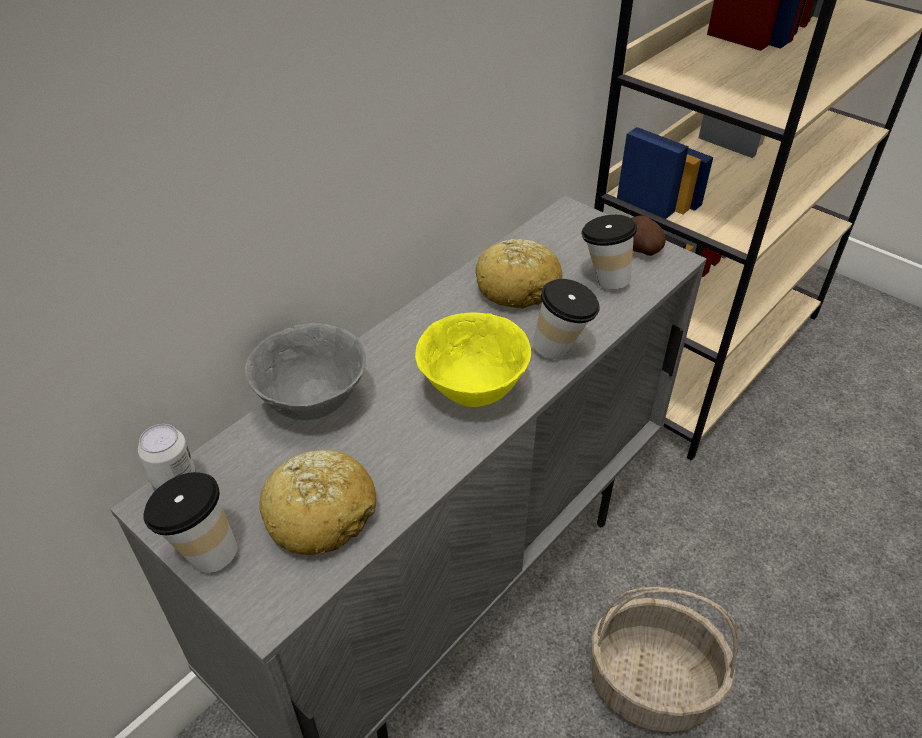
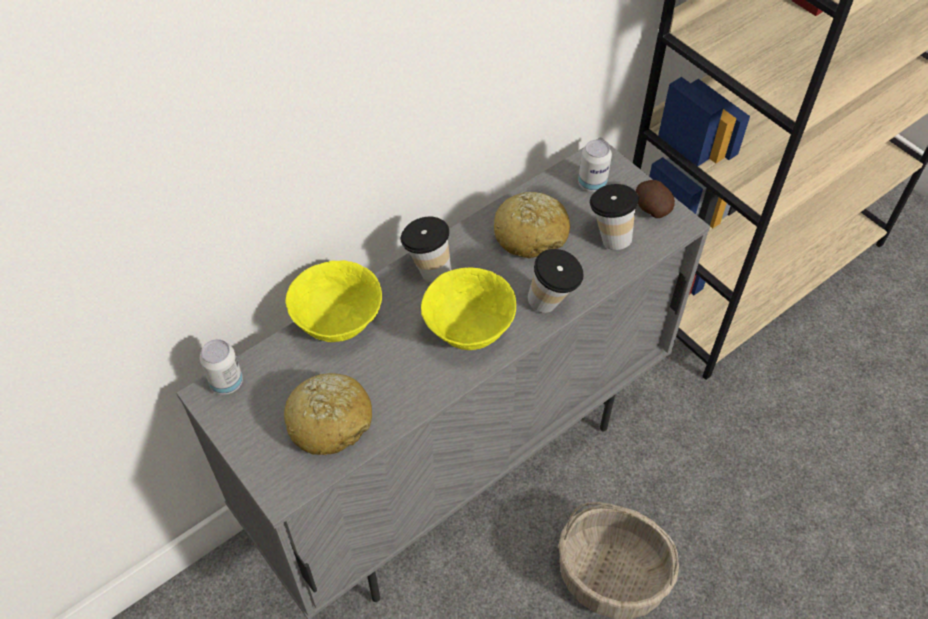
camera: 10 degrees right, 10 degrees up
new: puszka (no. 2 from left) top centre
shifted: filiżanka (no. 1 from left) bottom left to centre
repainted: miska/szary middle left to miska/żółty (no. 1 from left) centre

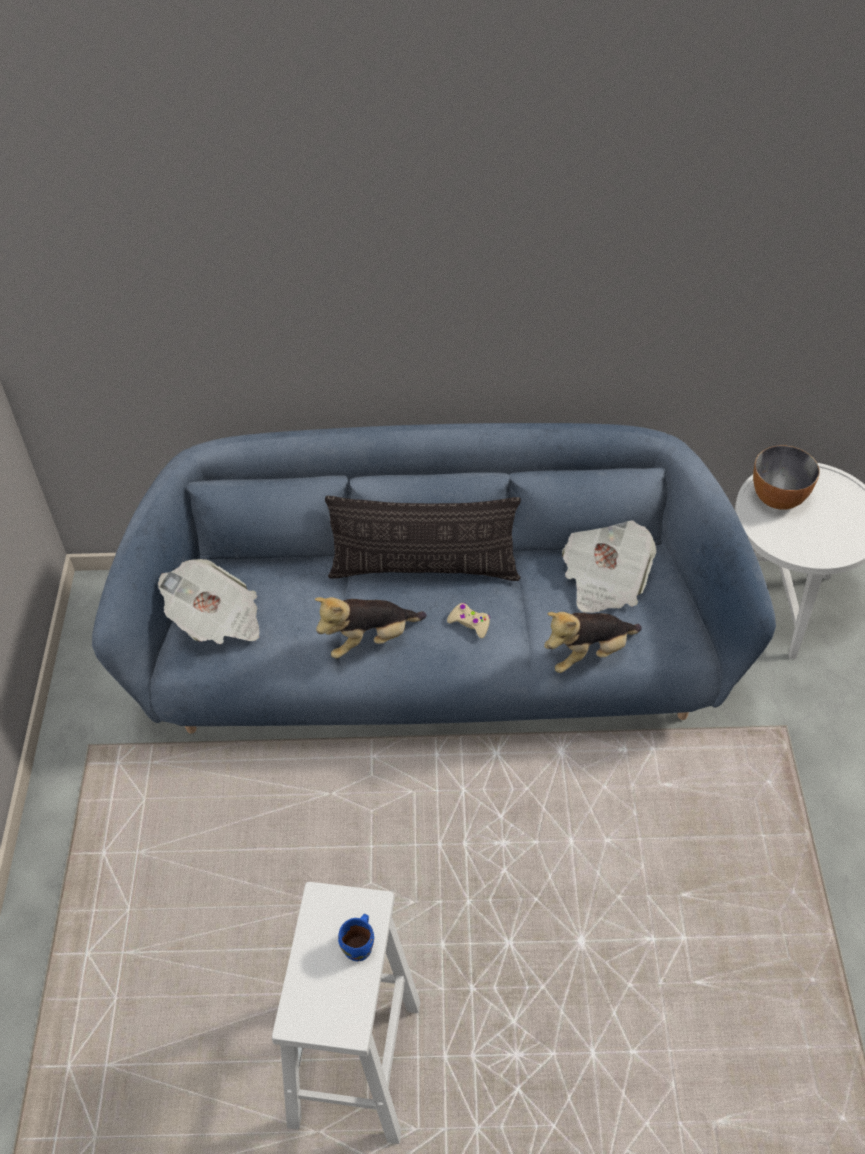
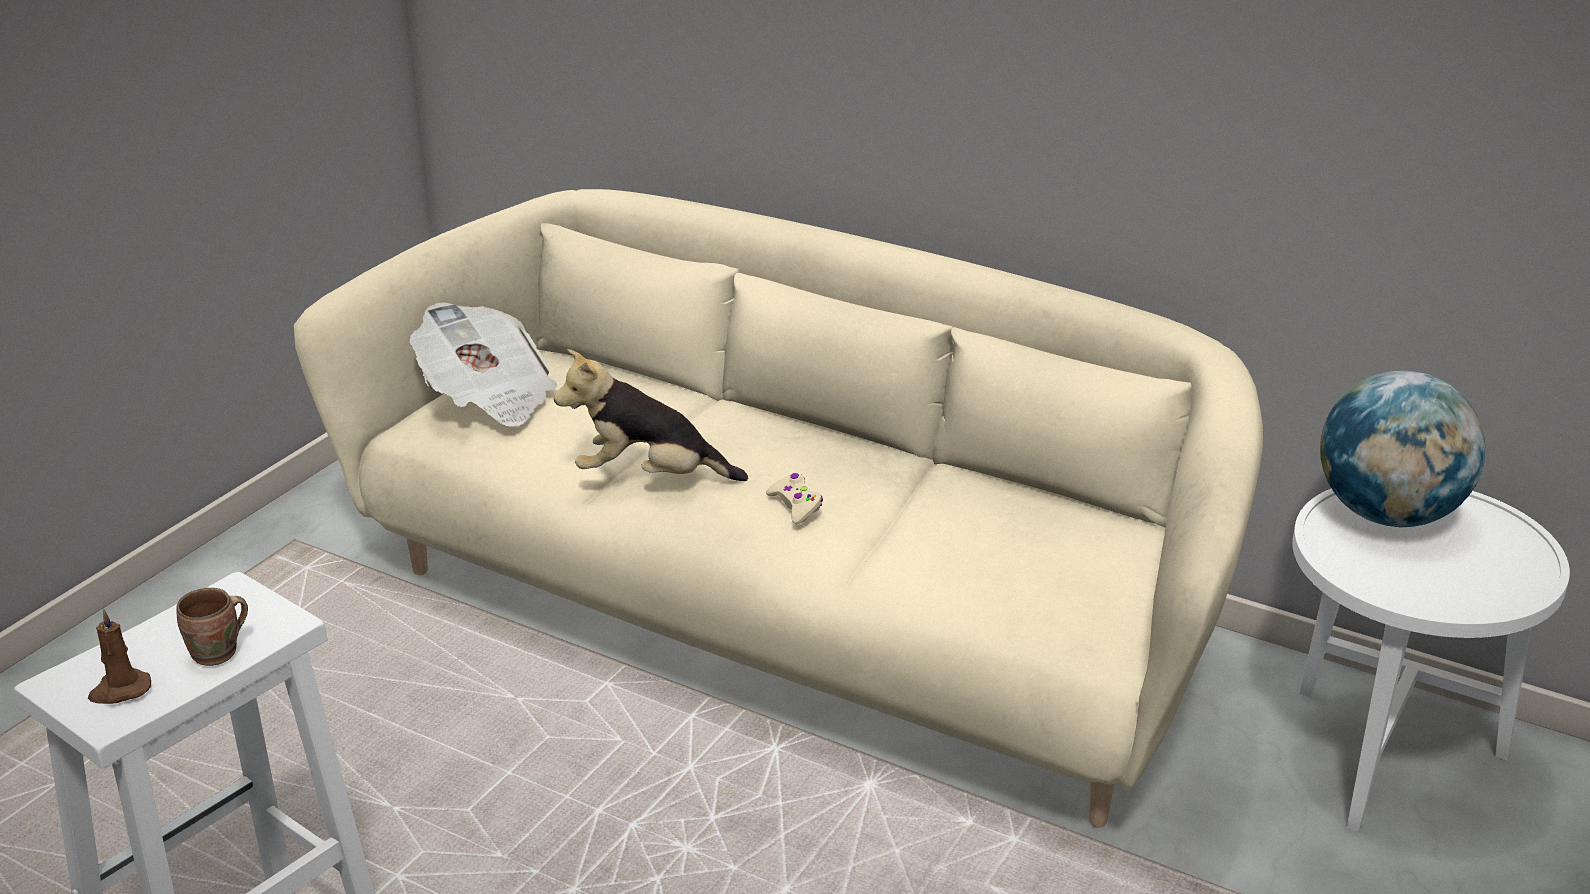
camera: 30 degrees right, 20 degrees down
gone: poduszka centre; pluszak (no. 2 from left) middle right; gazeta (no. 2 from left) middle right
new: świeca/brązowy bottom left
swapped: miska middle right to globus middle right
repainted: kanapa/niebieski centre to kanapa/beżowy centre; kubek/niebieski bottom centre to kubek/brązowy bottom left

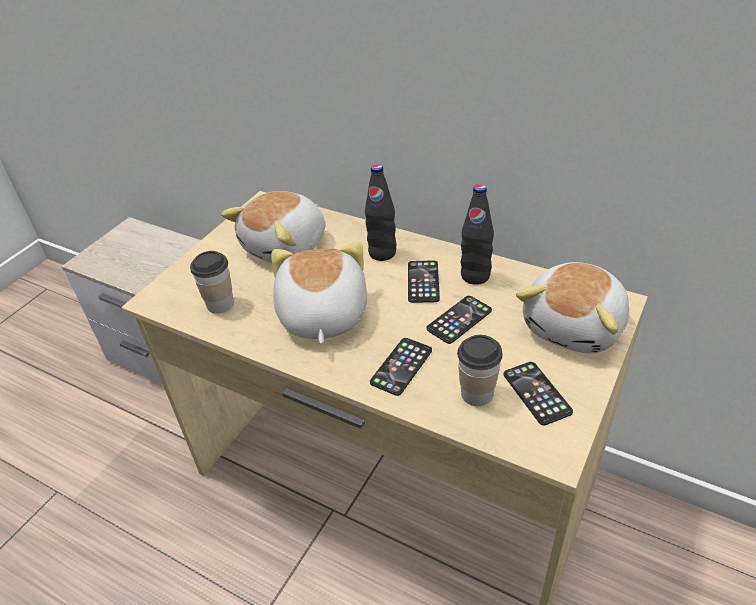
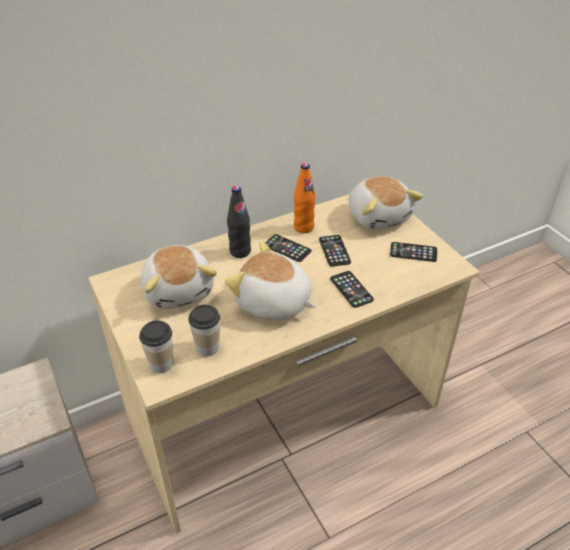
camera: 60 degrees left, 0 degrees up
shifted: filiżanka (no. 2 from left in the first image) centre to filiżanka (no. 1 from left) middle left
repainted: butelka/czarny (no. 2 from left) centre to butelka/pomarańczowy centre

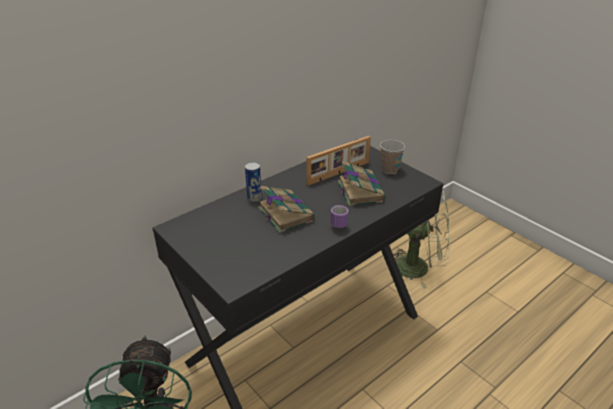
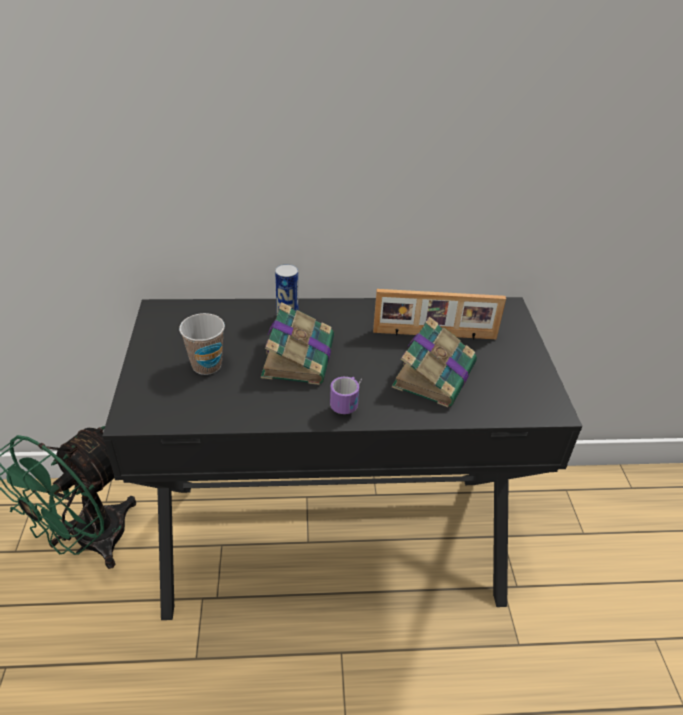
camera: 35 degrees right, 5 degrees up
gone: wentylator/zielony (no. 2 from left) middle right
shifted: filiżanka centre to middle left

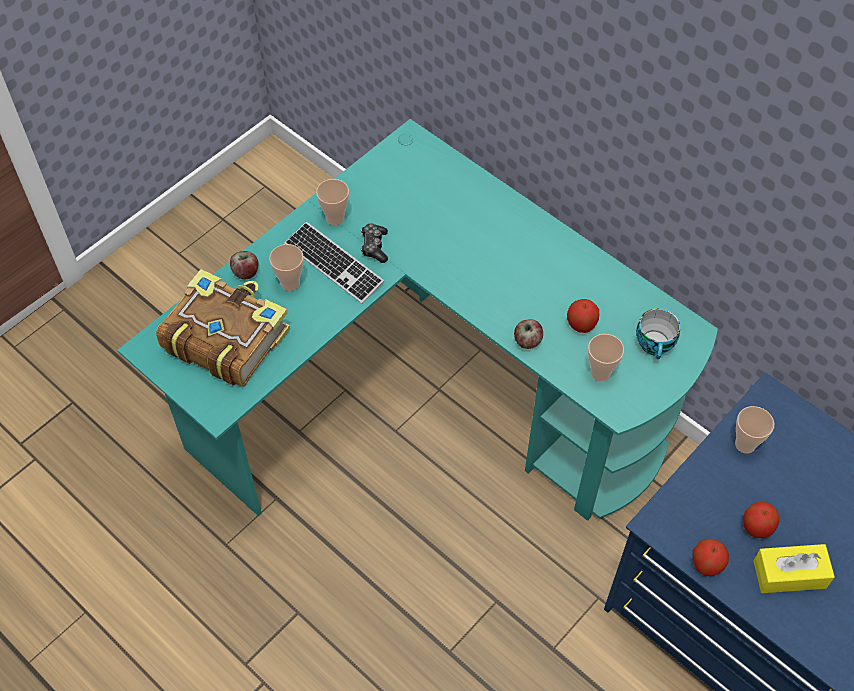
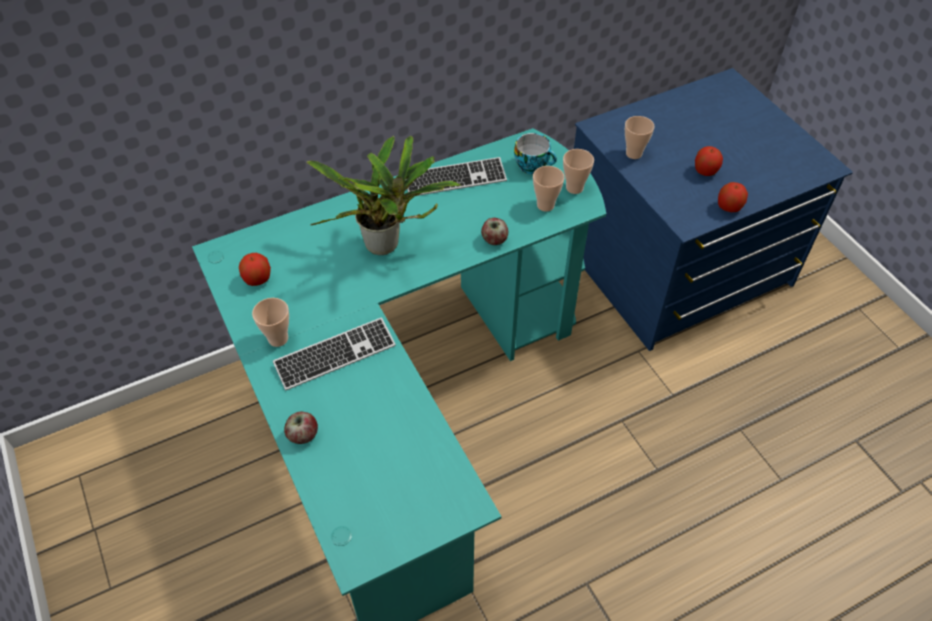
camera: 70 degrees left, 5 degrees down
gone: książka middle left; pad do gier centre; pudełko chusteczek/żółty bottom right
new: roślina doniczkowa top centre; klawiatura (no. 2 from left) top centre
shifted: filiżanka (no. 1 from left in the first image) centre to filiżanka (no. 4 from left) top centre; jabłko (no. 3 from left in the first image) middle right to jabłko (no. 1 from left) middle left

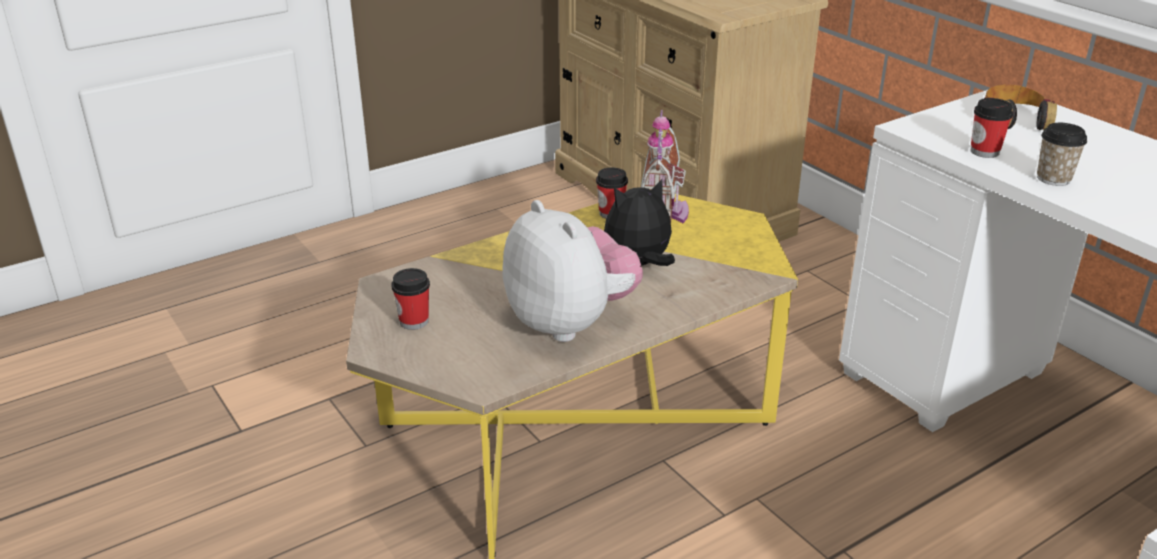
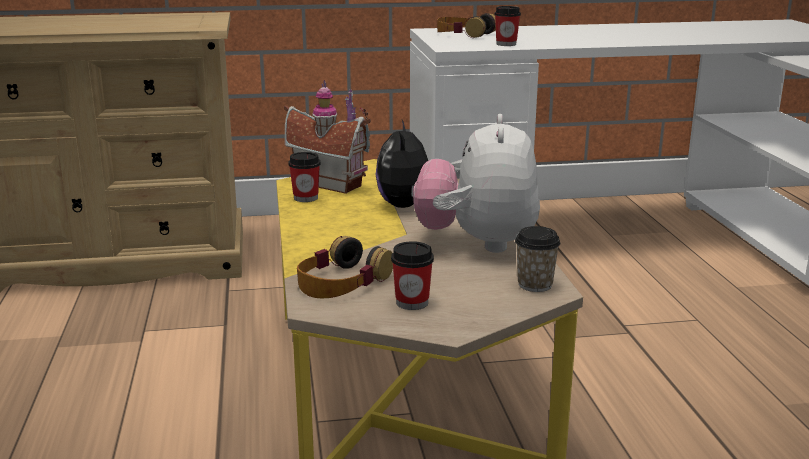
camera: 65 degrees left, 10 degrees down
new: słuchawki (no. 1 from left) centre
shifted: filiżanka (no. 4 from left) top right to centre
rotated: pluszak (no. 1 from left in the first image) centre = centre 75 degrees counterclockwise

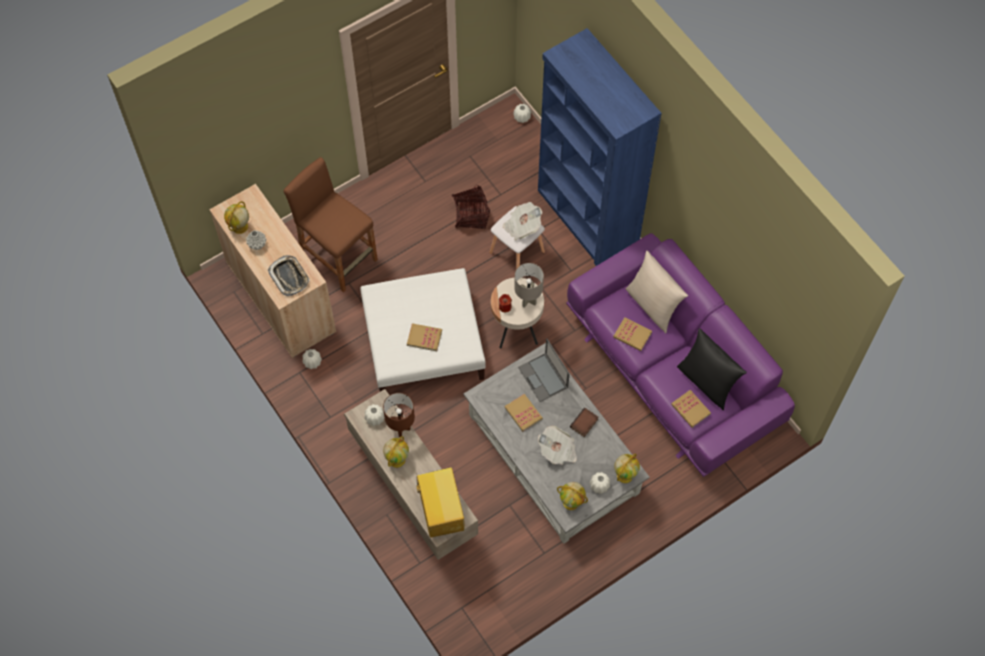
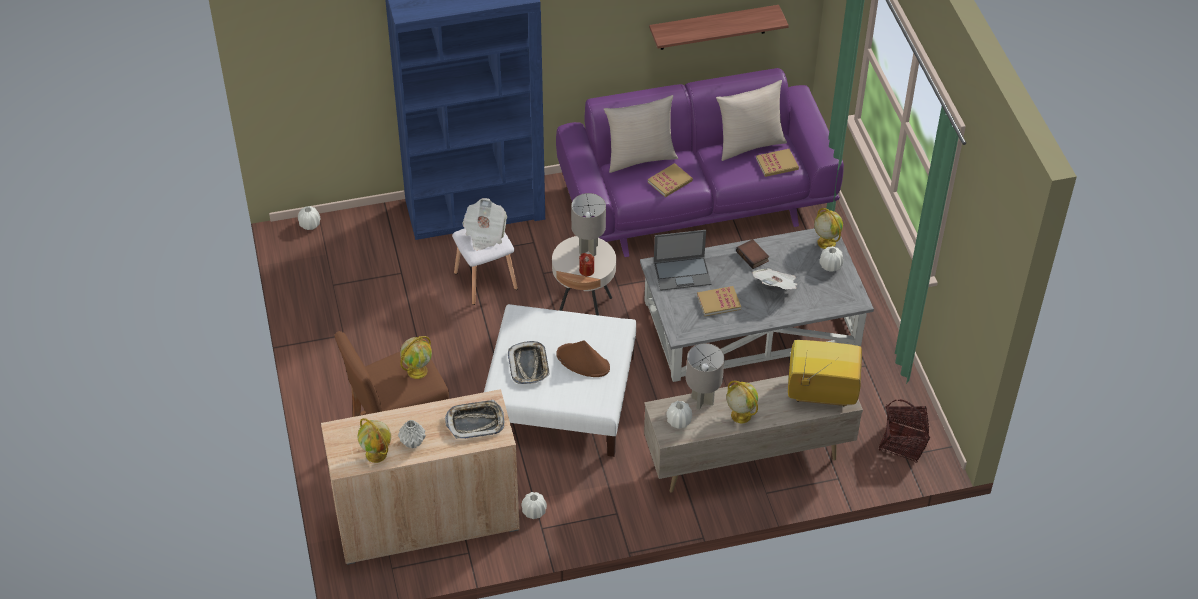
camera: 70 degrees left, 15 degrees down
new: taca (no. 2 from left) centre; półka top centre
shifted: koszyk top centre to bottom right; globus (no. 3 from left in the first image) bottom centre to globus (no. 2 from left) centre
swapped: książka (no. 1 from left) centre to kapelusz/brązowy centre
repainted: lampa stołowa/brązowy centre to lampa stołowa/szary (no. 2 from left) centre; poduszka/czarny middle right to poduszka/beżowy (no. 2 from left) top centre

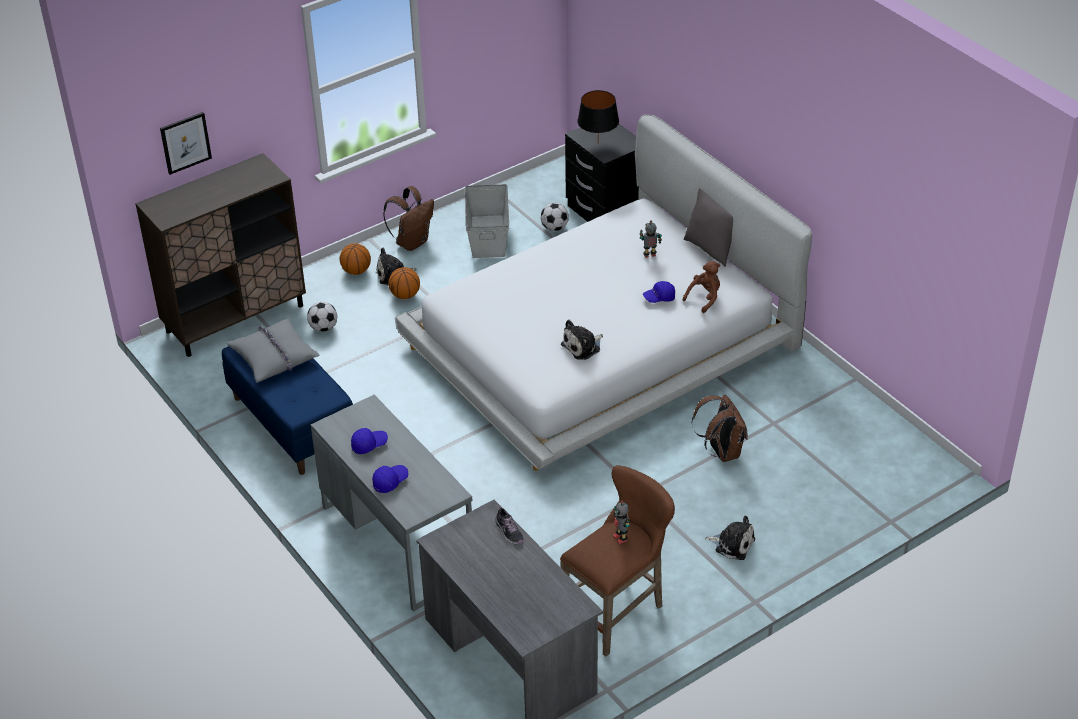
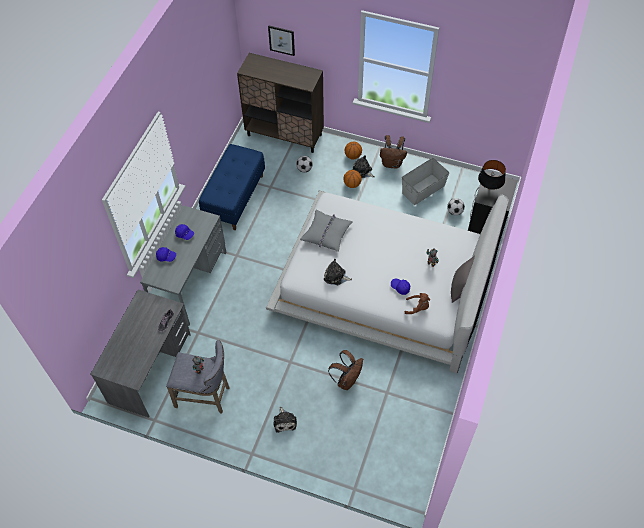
camera: 55 degrees right, 15 degrees up
shifted: poduszka/szary (no. 1 from left) middle left to centre
repainted: stołek/brązowy bottom centre to stołek/szary bottom left

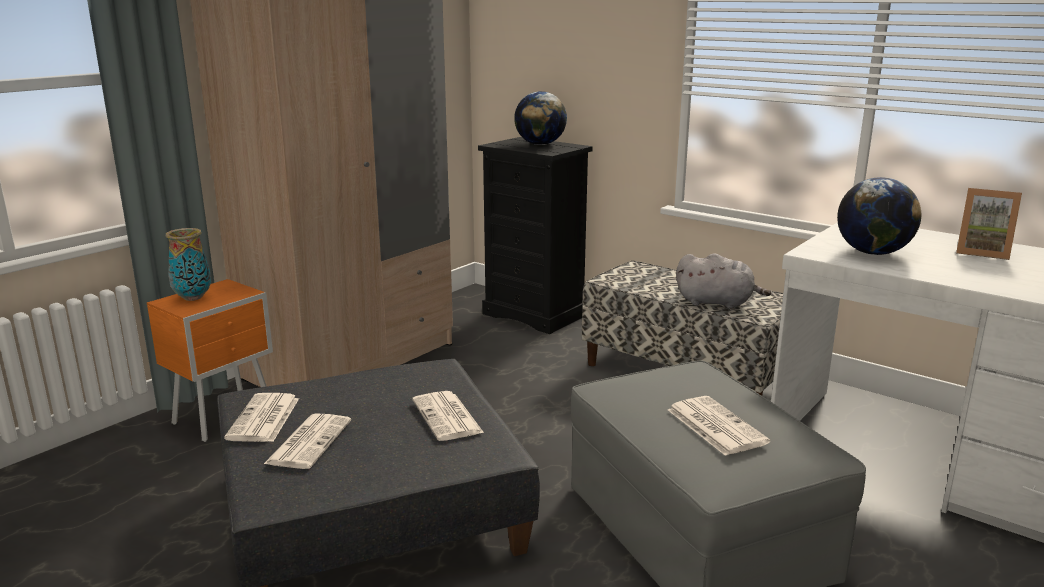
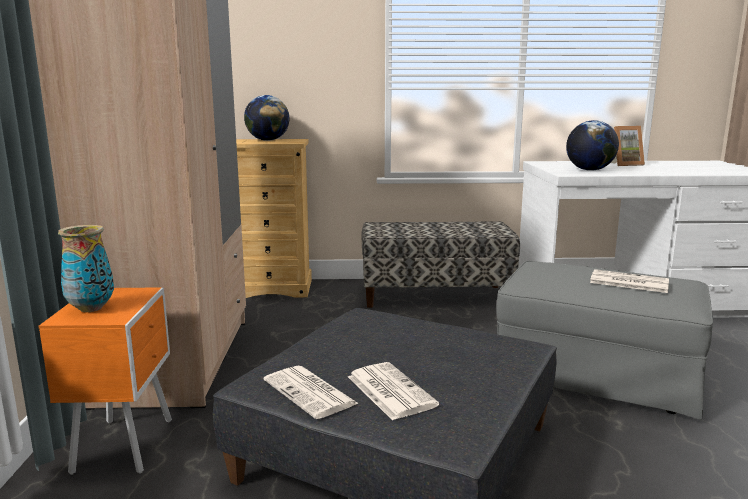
camera: 40 degrees left, 5 degrees down
gone: gazeta (no. 3 from left) bottom centre; pluszak/szary middle right
repainted: komoda/czarny centre to komoda/beżowy centre

